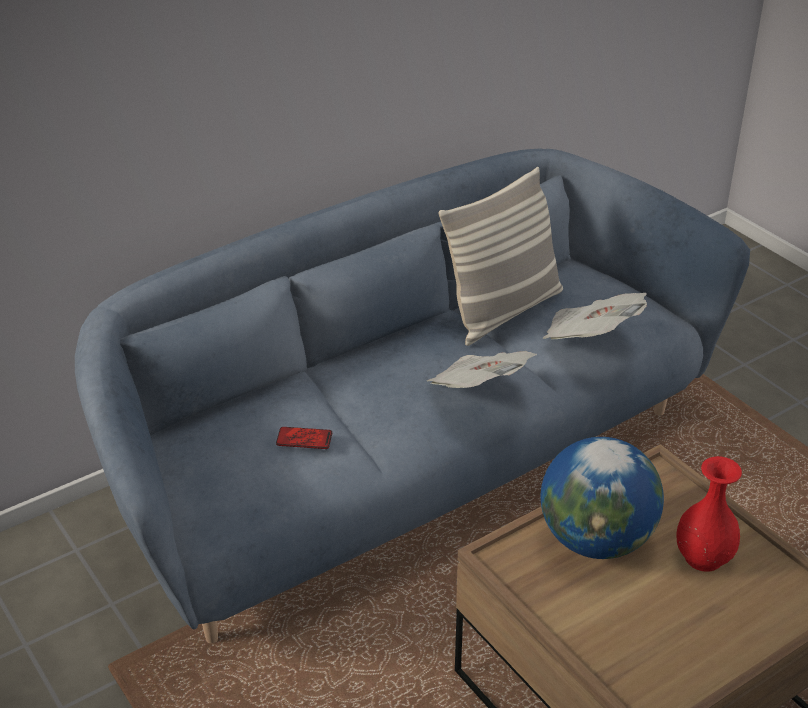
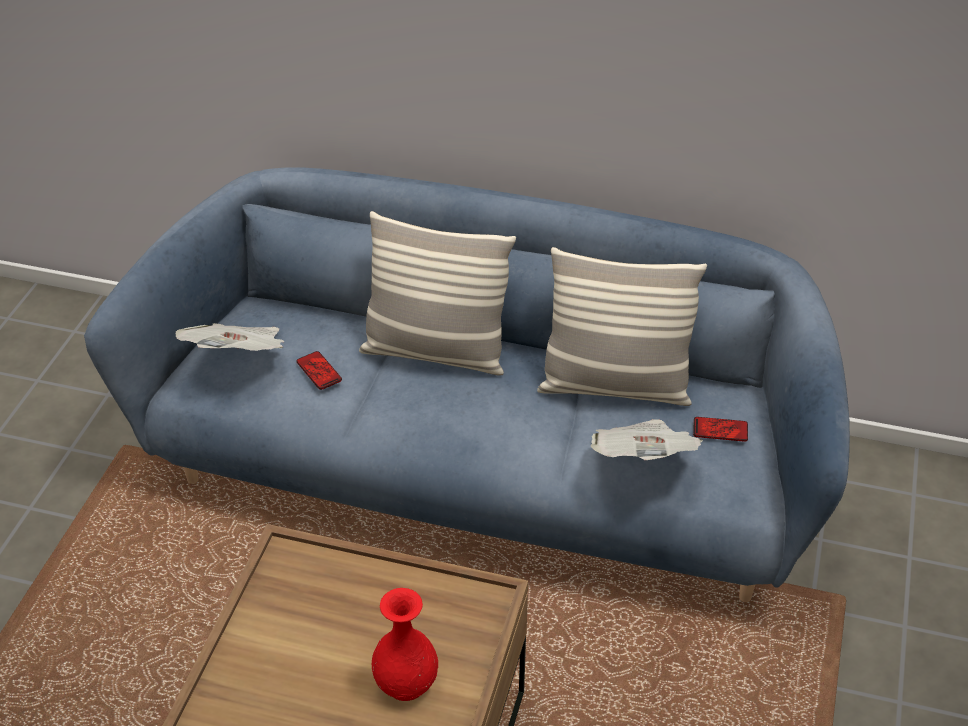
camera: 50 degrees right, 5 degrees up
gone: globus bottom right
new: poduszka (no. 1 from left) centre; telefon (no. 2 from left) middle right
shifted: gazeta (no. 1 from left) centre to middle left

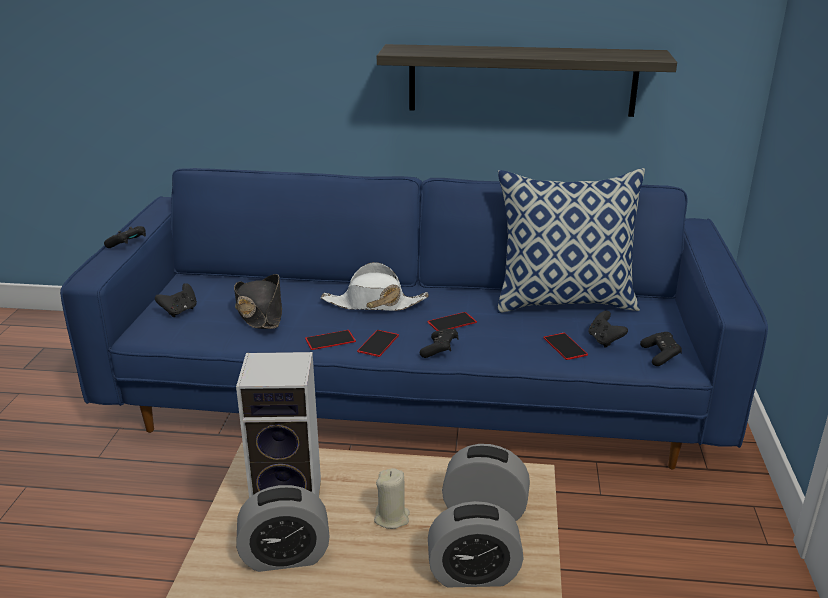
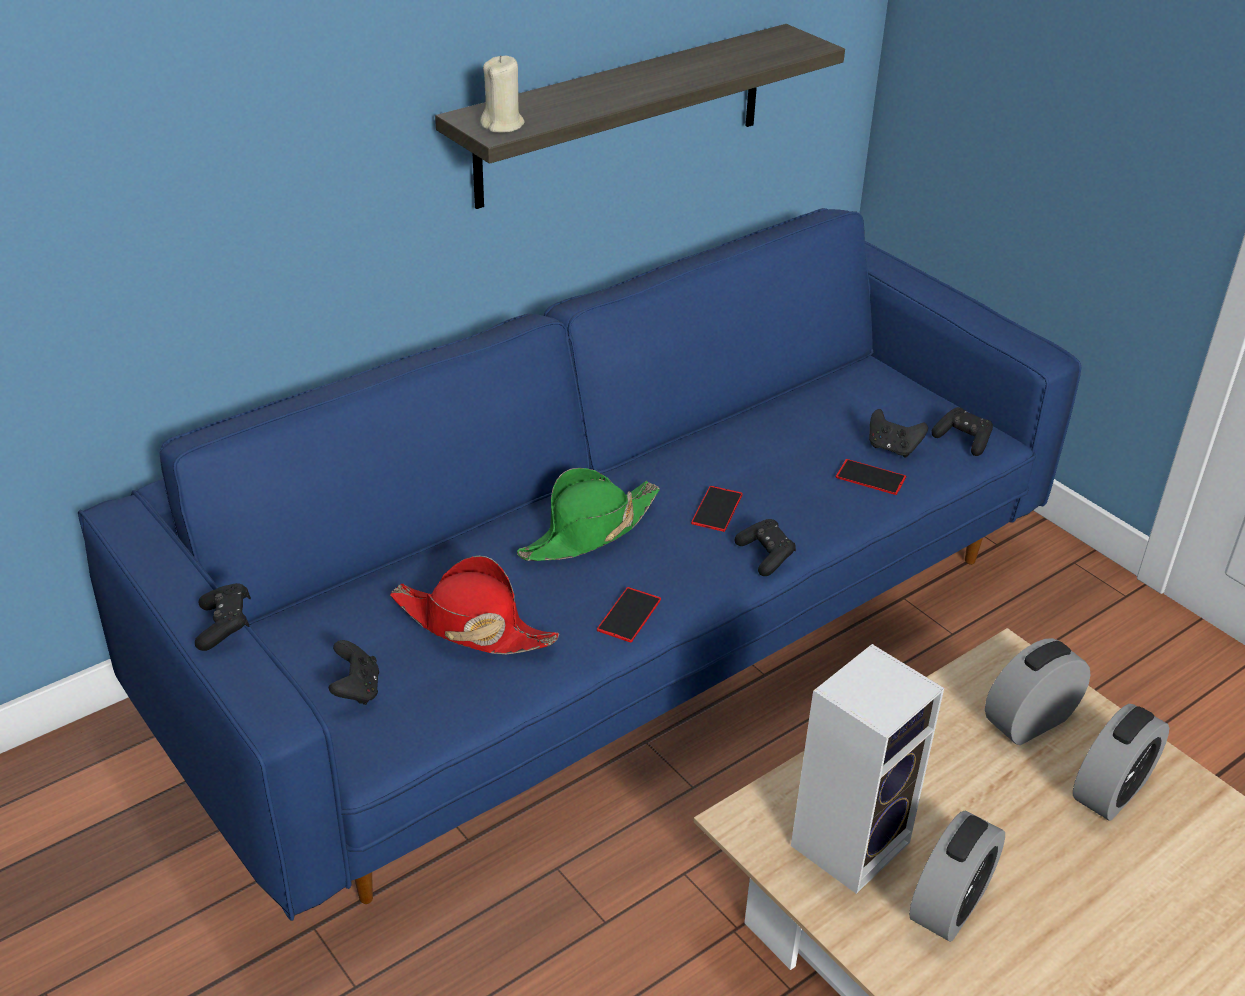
camera: 45 degrees left, 10 degrees up
gone: telefon (no. 2 from left) centre; poduszka middle right
shifted: świeca/beżowy bottom centre to top centre
repainted: kapelusz/czarny middle left to kapelusz/czerwony centre; kapelusz/biały centre to kapelusz/zielony centre

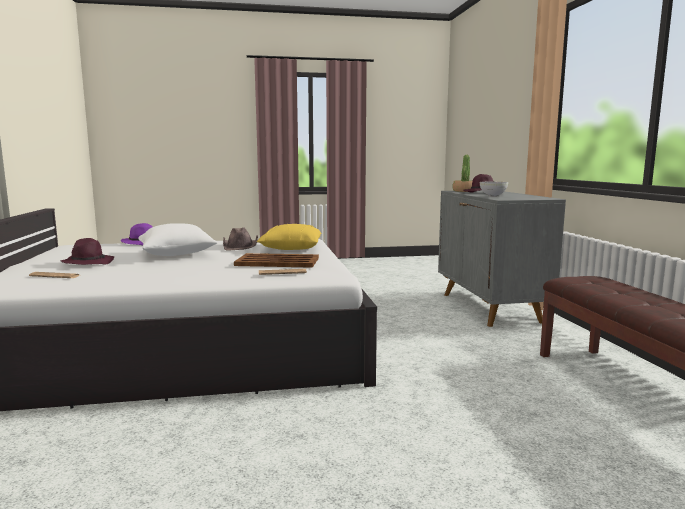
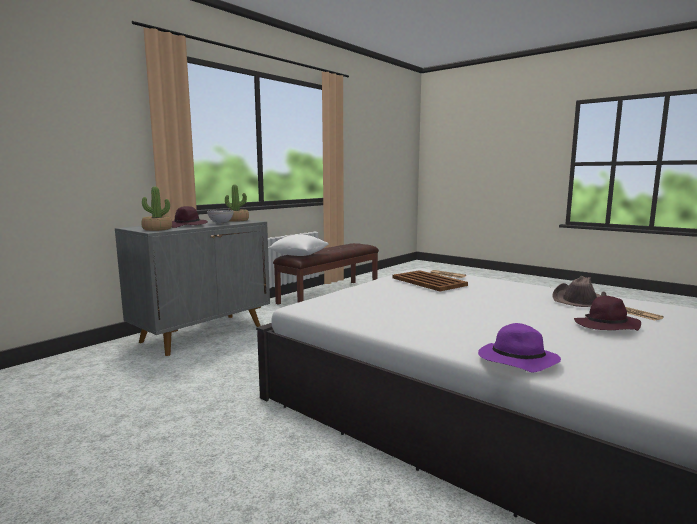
camera: 130 degrees left, 0 degrees up
gone: poduszka/żółty centre
new: roślina doniczkowa (no. 2 from left) centre
shifted: poduszka/biały middle left to centre; kapelusz/brązowy centre to middle right

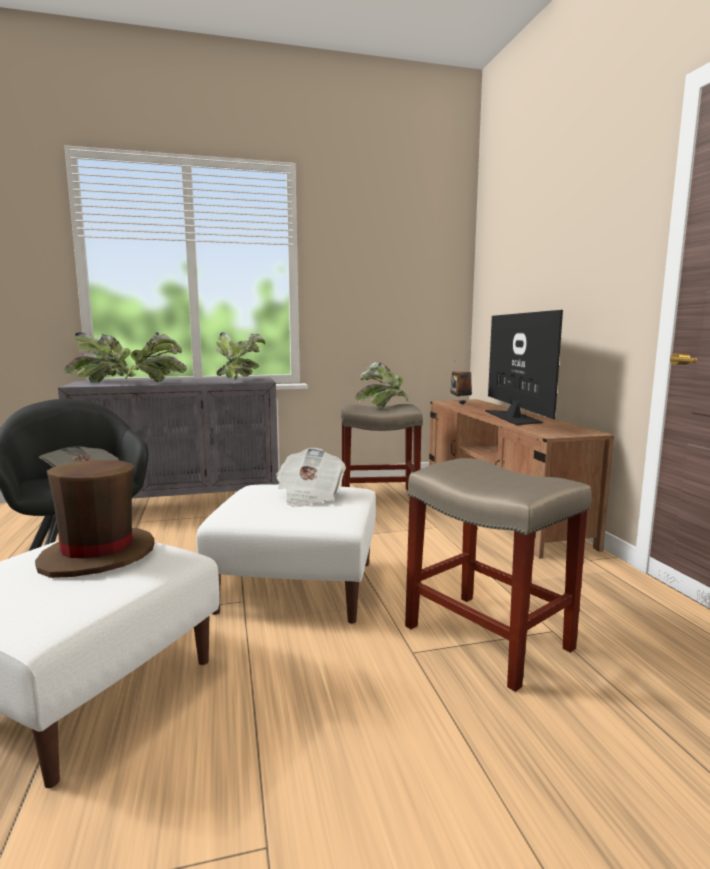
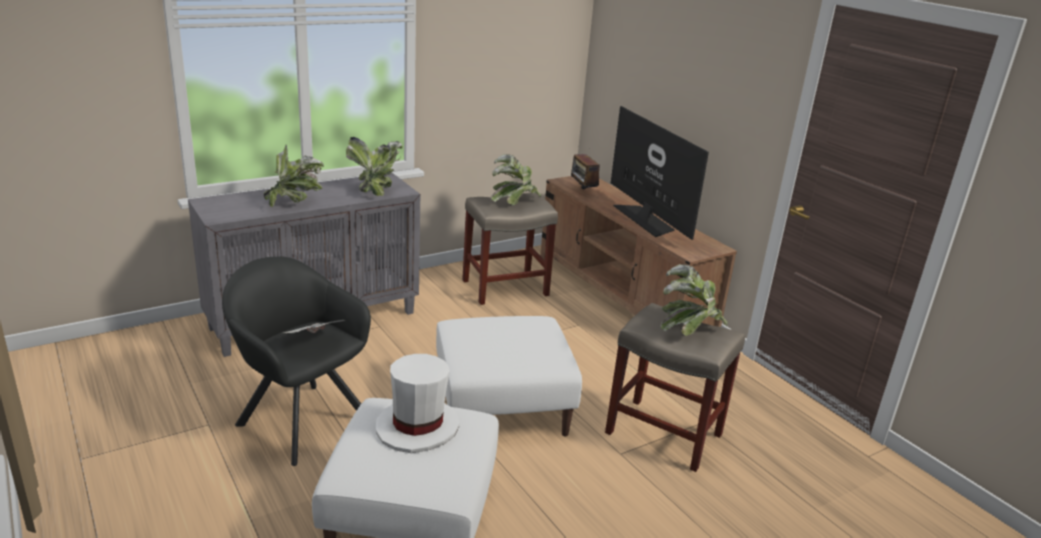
camera: 20 degrees left, 15 degrees up
gone: gazeta (no. 2 from left) centre
shifted: roślina doniczkowa (no. 1 from left in the first image) middle left to roślina doniczkowa (no. 4 from left) middle right
repainted: kapelusz/brązowy middle left to kapelusz/biały bottom centre

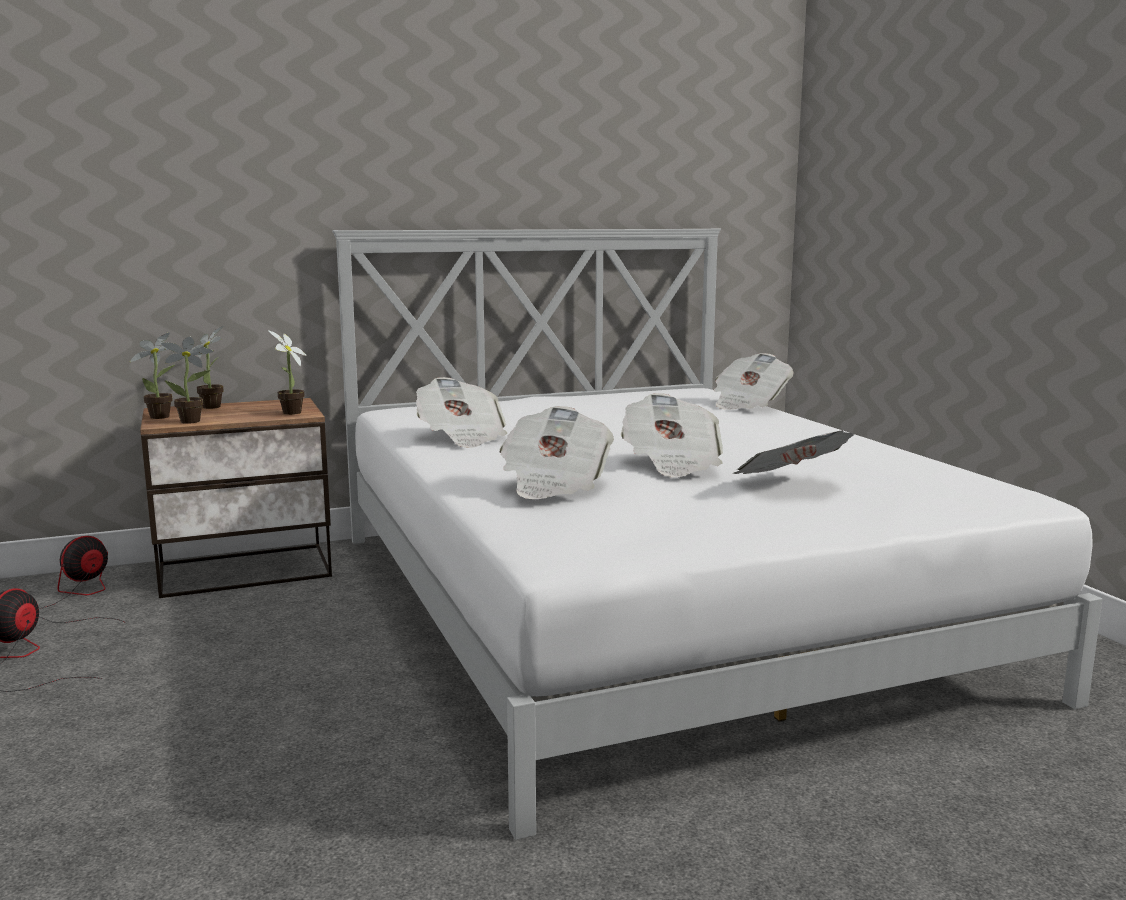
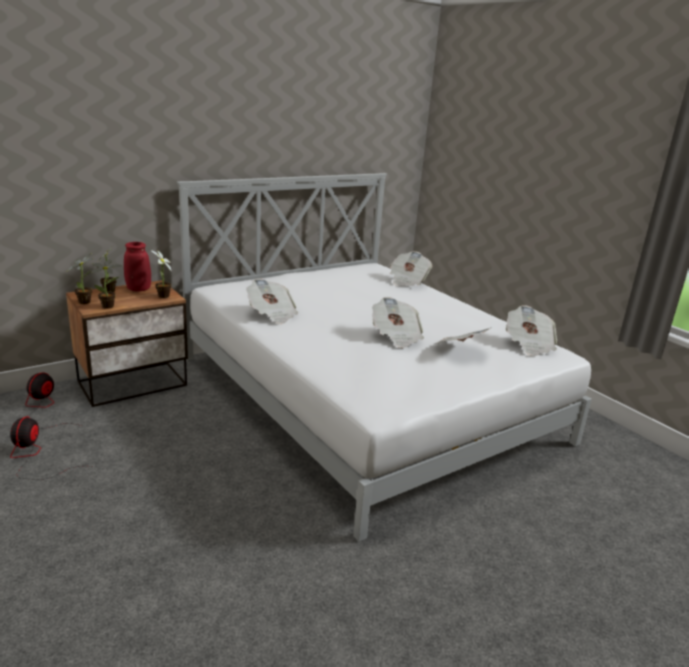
camera: 15 degrees left, 10 degrees up
new: wazon/czerwony middle left
shifted: gazeta (no. 2 from left in the first image) centre to gazeta (no. 5 from left) middle right

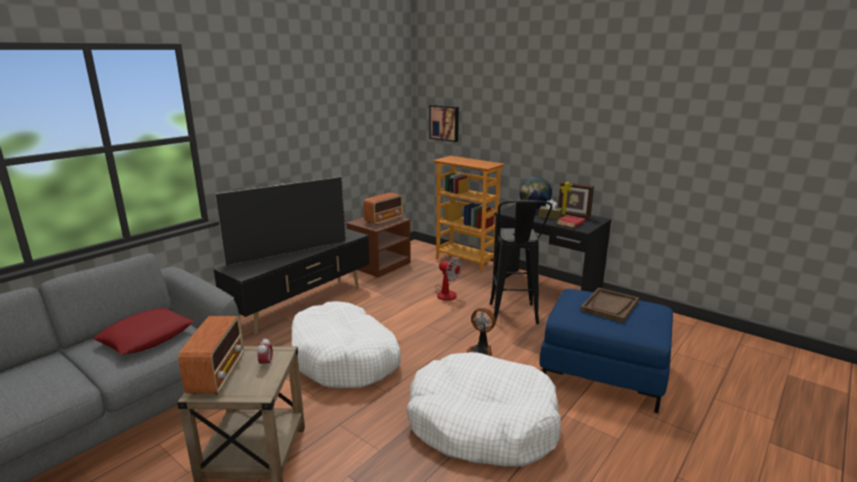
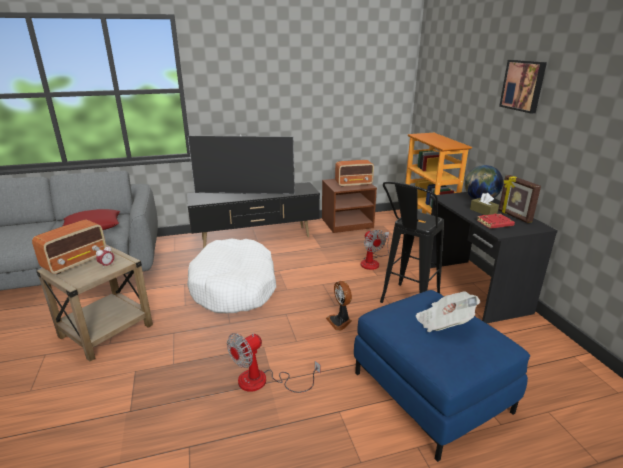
camera: 35 degrees right, 5 degrees up
shifted: obraz top centre to top right
swapped: legowisko/biały (no. 2 from left) bottom centre to wentylator (no. 1 from left) bottom centre; taca/brązowy middle right to gazeta bottom right

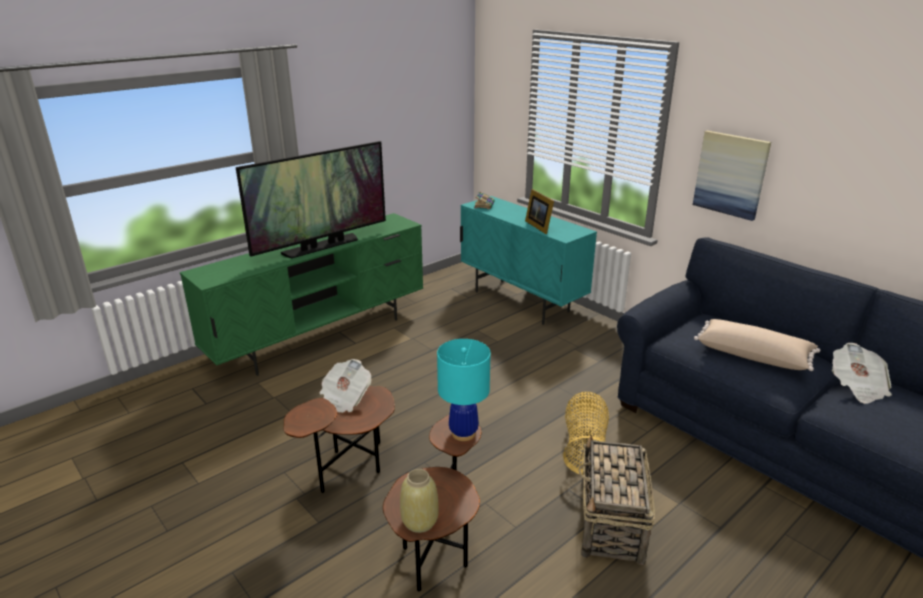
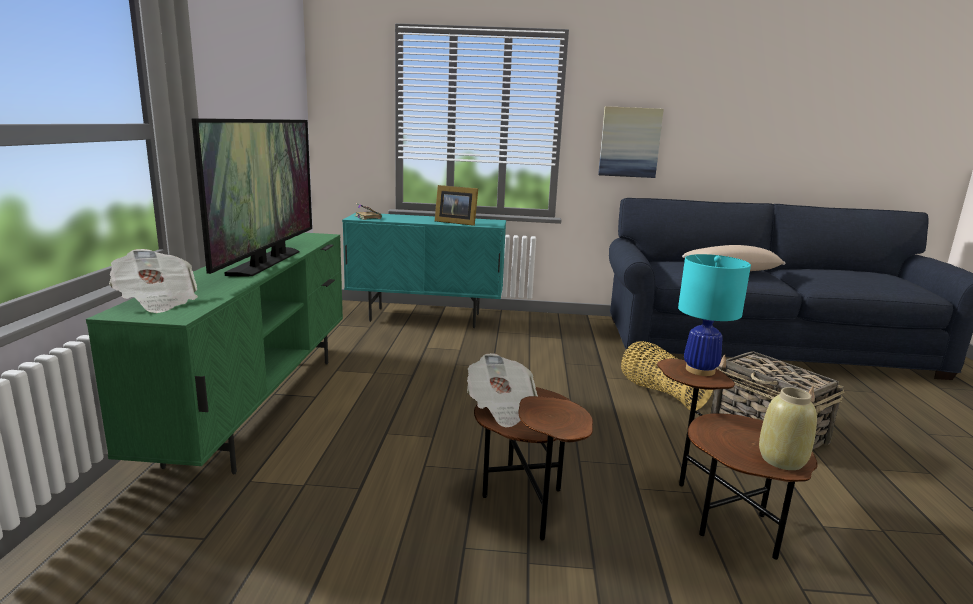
camera: 45 degrees left, 10 degrees down
shifted: gazeta (no. 2 from left in the first image) middle right to gazeta (no. 1 from left) middle left

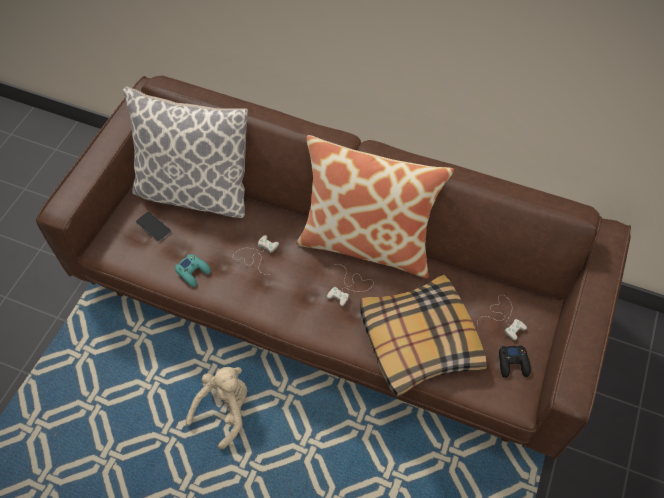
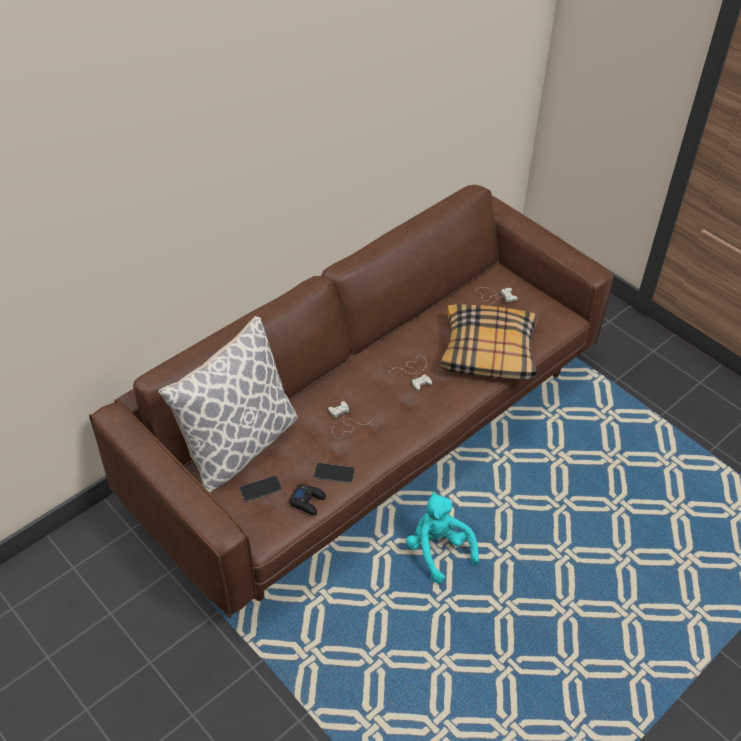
camera: 65 degrees left, 10 degrees down
gone: poduszka (no. 2 from left) centre
shifted: pad do gier/czarny bottom right to bottom centre
swapped: pad do gier/turkusowy middle left to telefon (no. 2 from left) centre
repainted: pluszak/beżowy bottom left to pluszak/turkusowy bottom centre

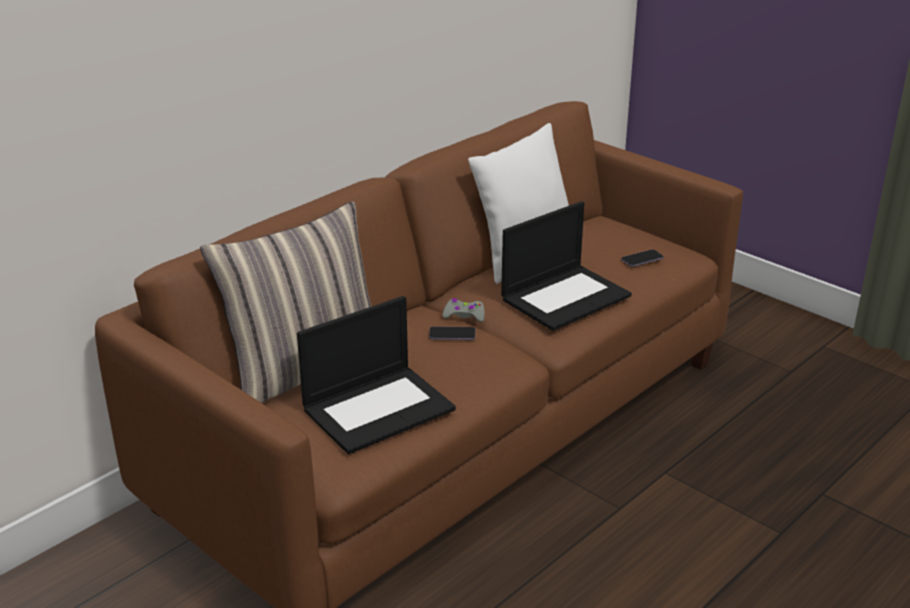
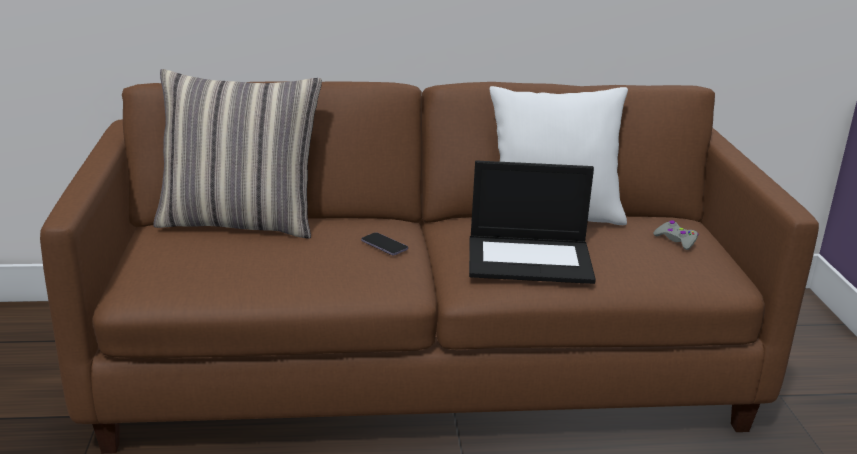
camera: 40 degrees right, 5 degrees down
gone: laptop (no. 1 from left) centre; telefon (no. 2 from left) middle right
shifted: pad do gier/szary centre to middle right

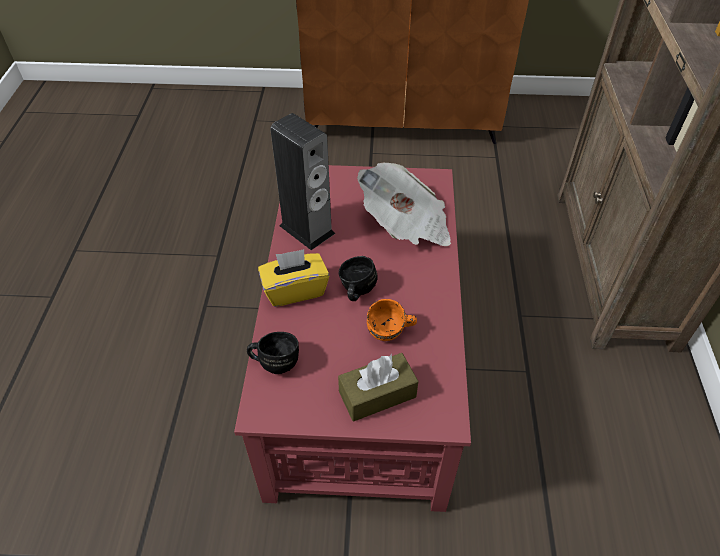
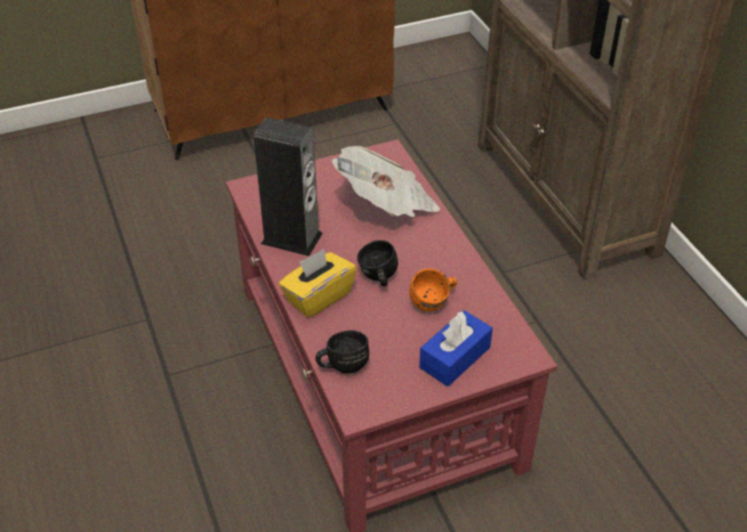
camera: 25 degrees left, 5 degrees down
repainted: pudełko chusteczek/brązowy bottom centre to pudełko chusteczek/niebieski centre

